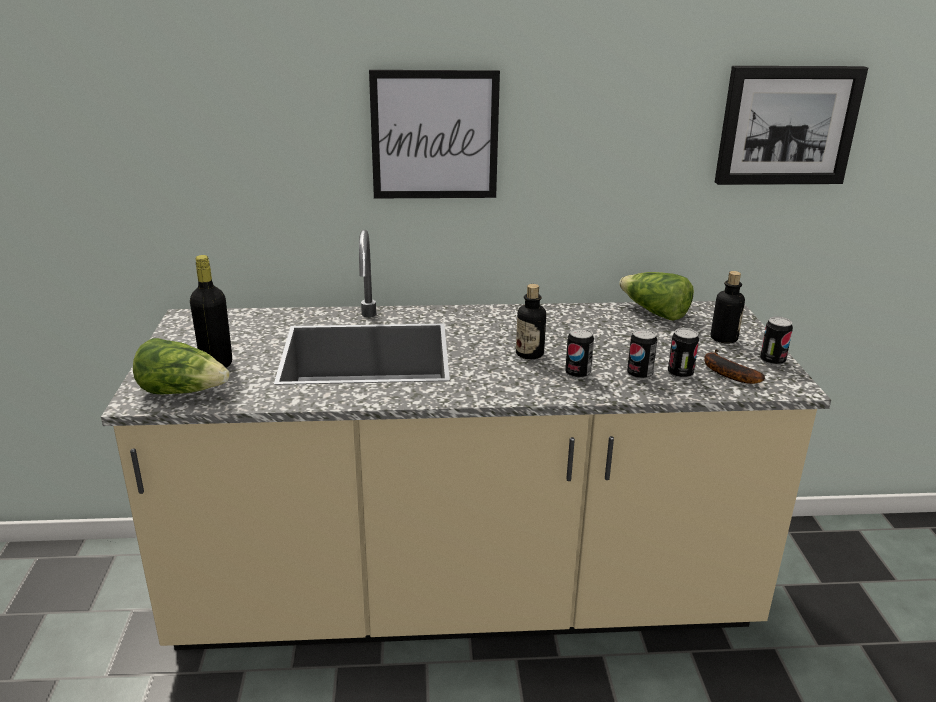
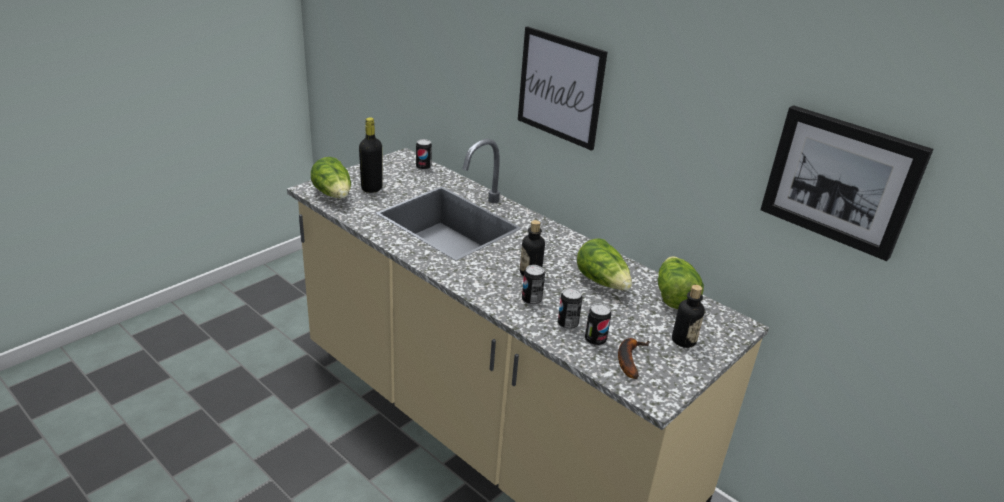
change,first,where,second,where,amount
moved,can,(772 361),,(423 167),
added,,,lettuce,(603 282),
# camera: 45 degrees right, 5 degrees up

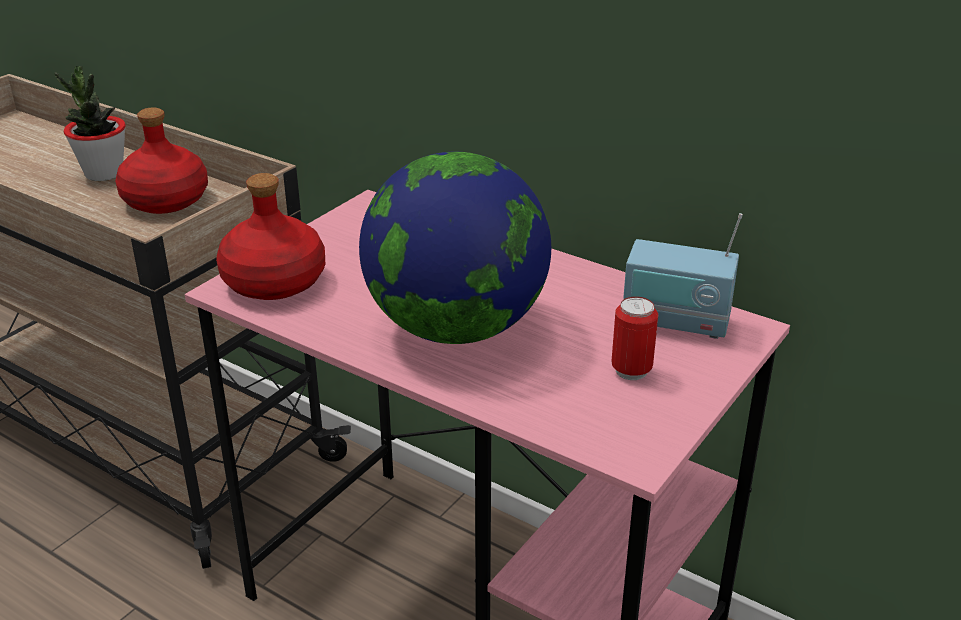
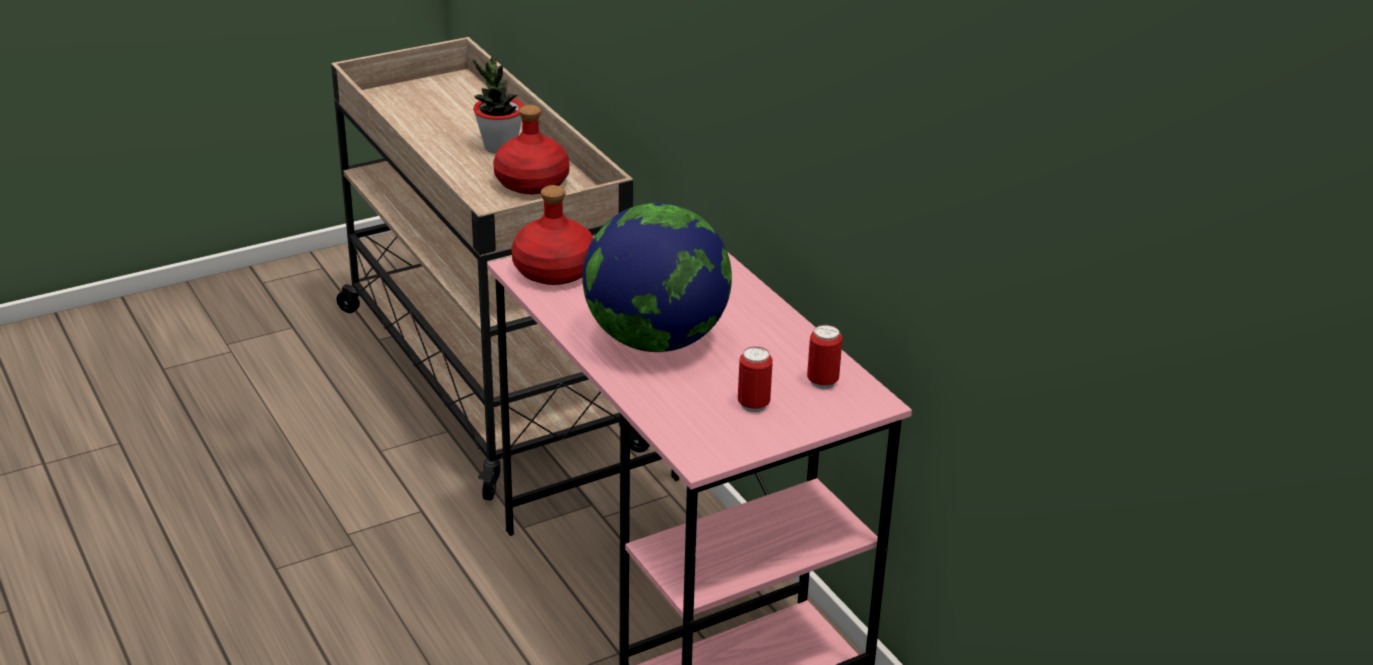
change,first,where,second,where,amount
replaced,radio,(675 322),can,(822 382),
# camera: 25 degrees right, 0 degrees up

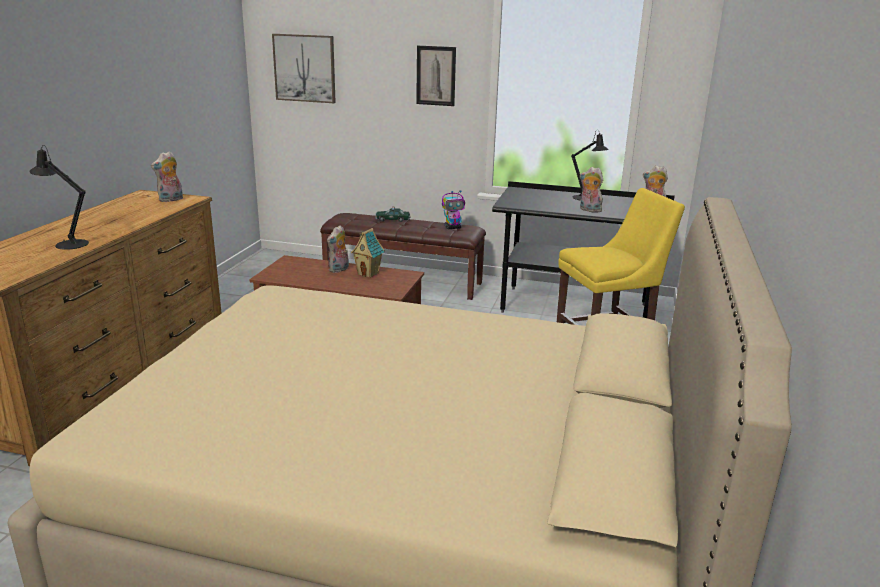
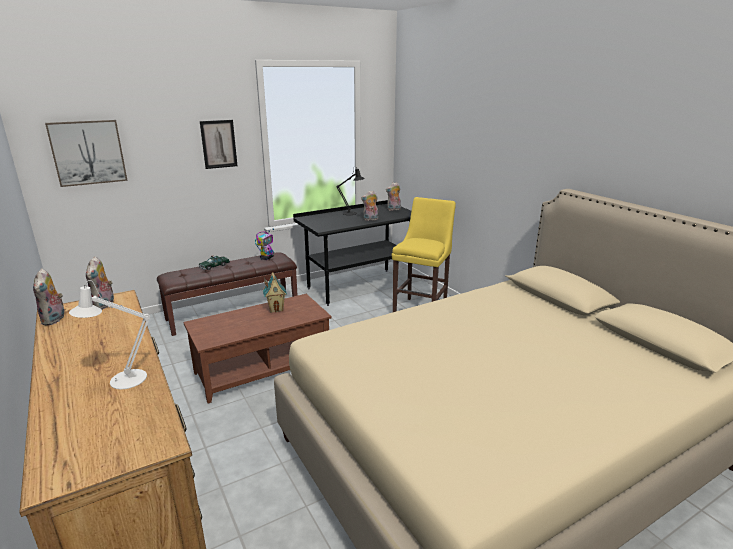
change,first,where,second,where,amount
moved,plush toy,(339 270),,(54 319),
recoloured,table lamp (black),(68 244),table lamp (white),(122 380),
# camera: 45 degrees left, 0 degrees up

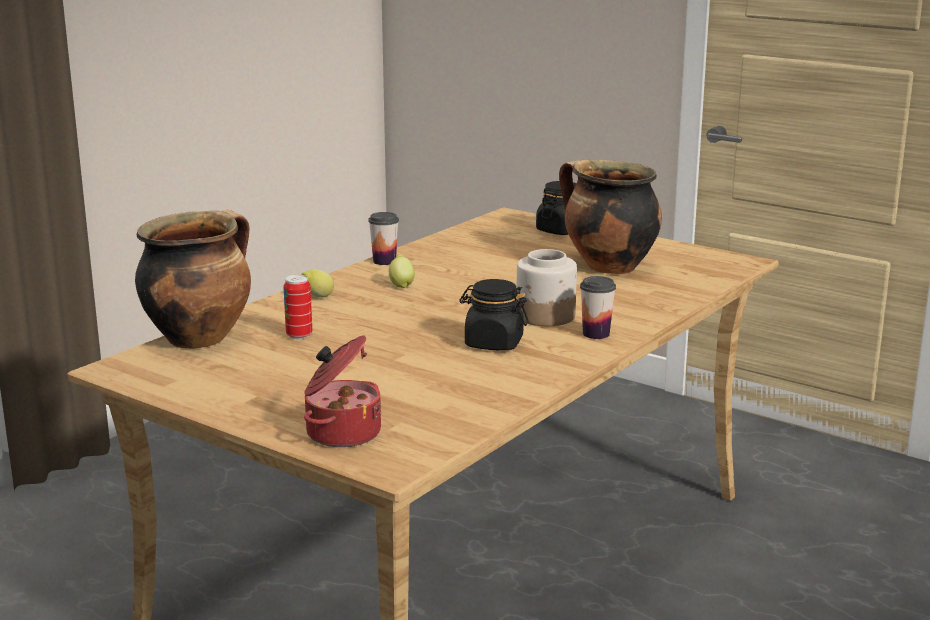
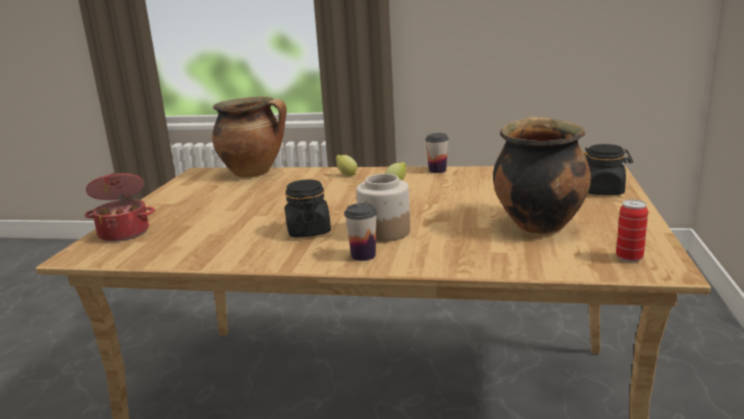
change,first,where,second,where,amount
moved,can,(299 335),,(629 258),
# camera: 65 degrees right, 0 degrees up

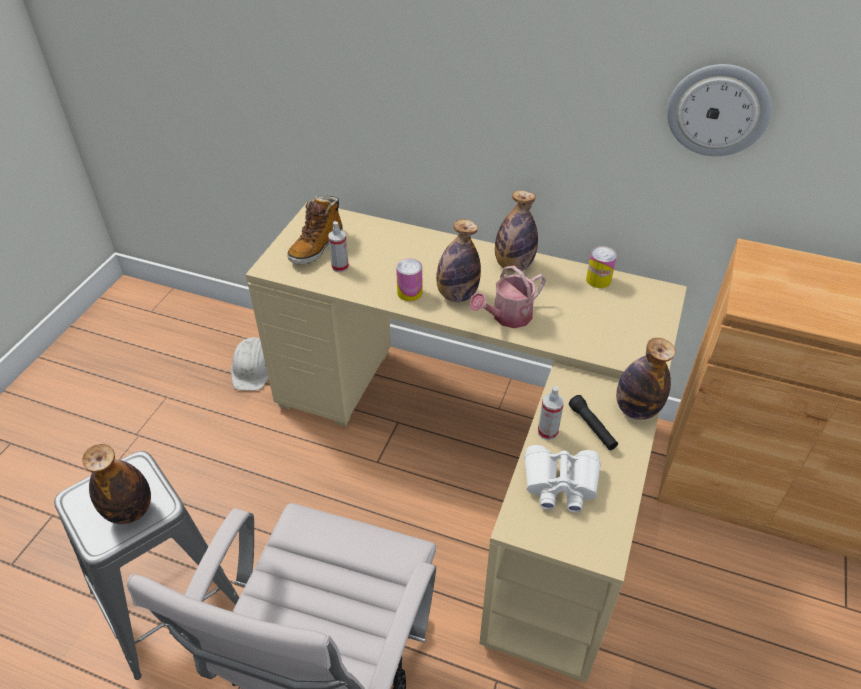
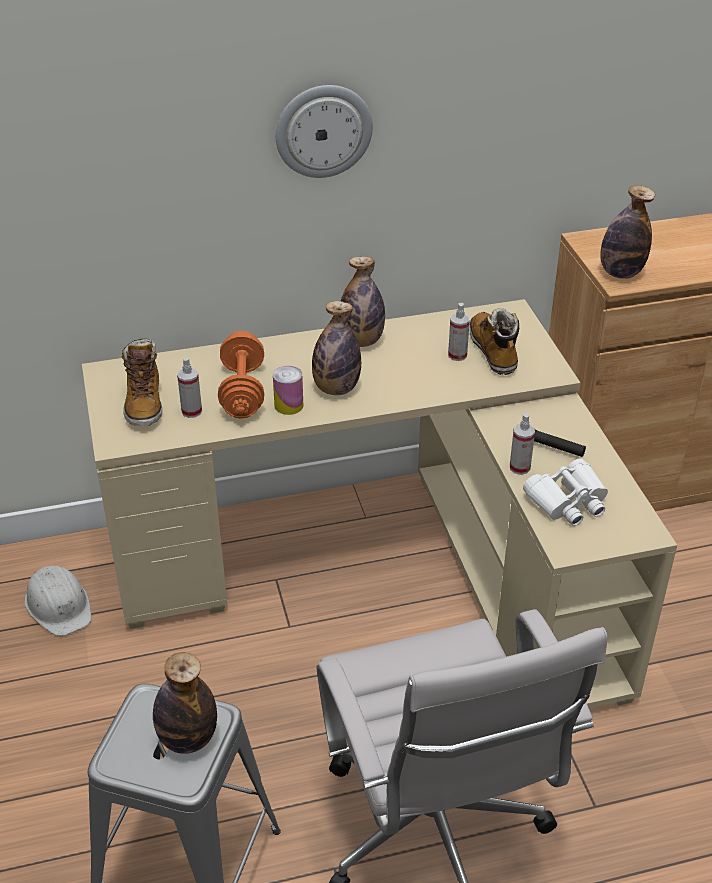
change,first,where,second,where,amount
added,,,dumbbell (orange),(242 391),
moved,wall clock,(718 110),,(323 130),
added,,,spray bottle,(457 355),
added,,,boot,(493 351),
moved,bottle,(636 409),,(620 273),
removed,watering can,(507 317),,,
removed,can,(598 280),,,
# camera: 35 degrees left, 5 degrees down

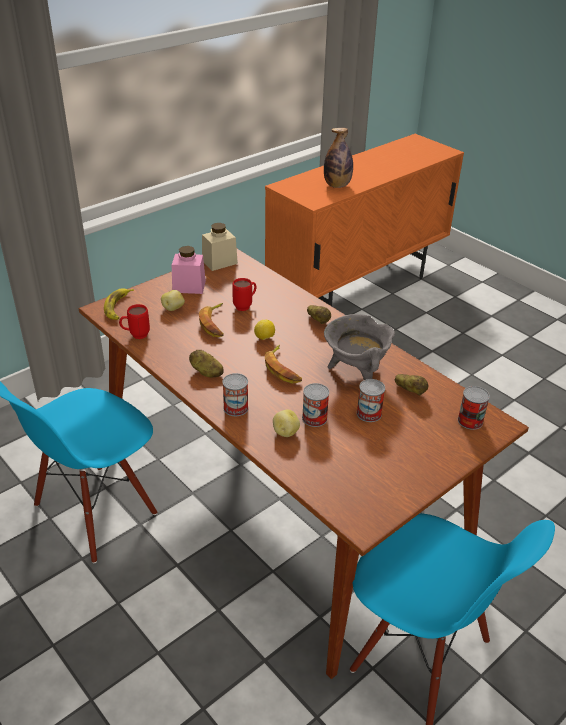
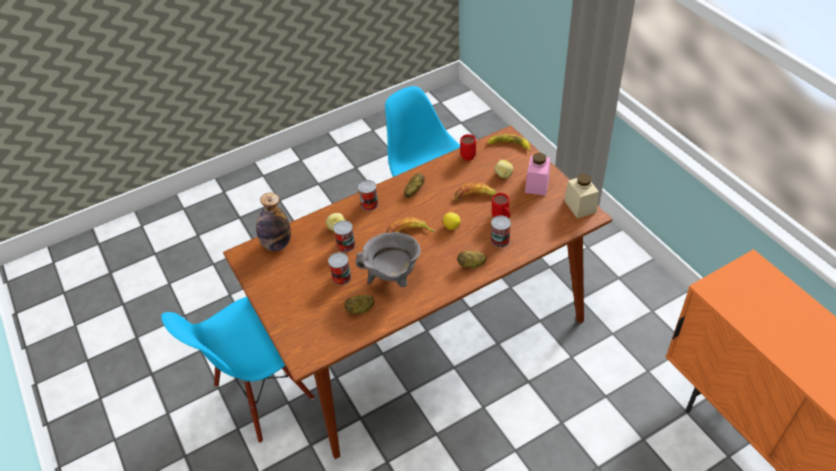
change,first,where,second,where,amount
moved,bottle,(337 185),,(277 244),
moved,can,(470 421),,(500 240),
# camera: 105 degrees right, 10 degrees up

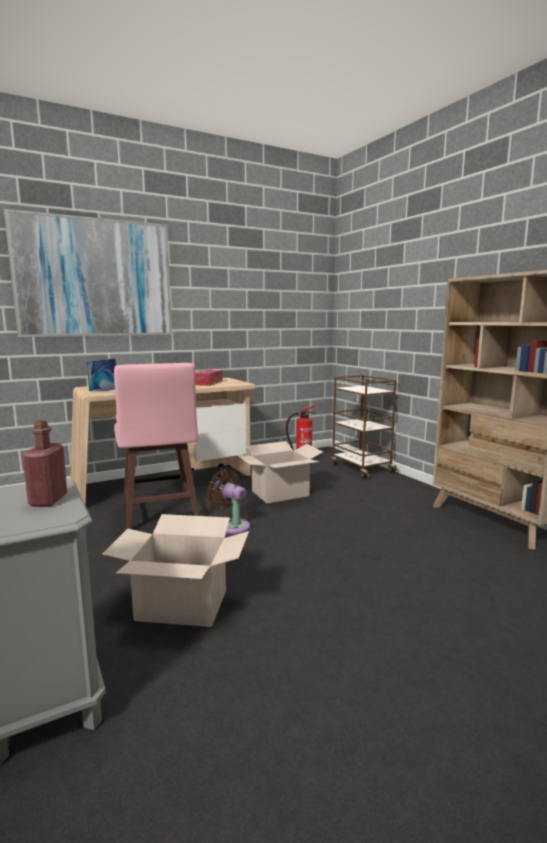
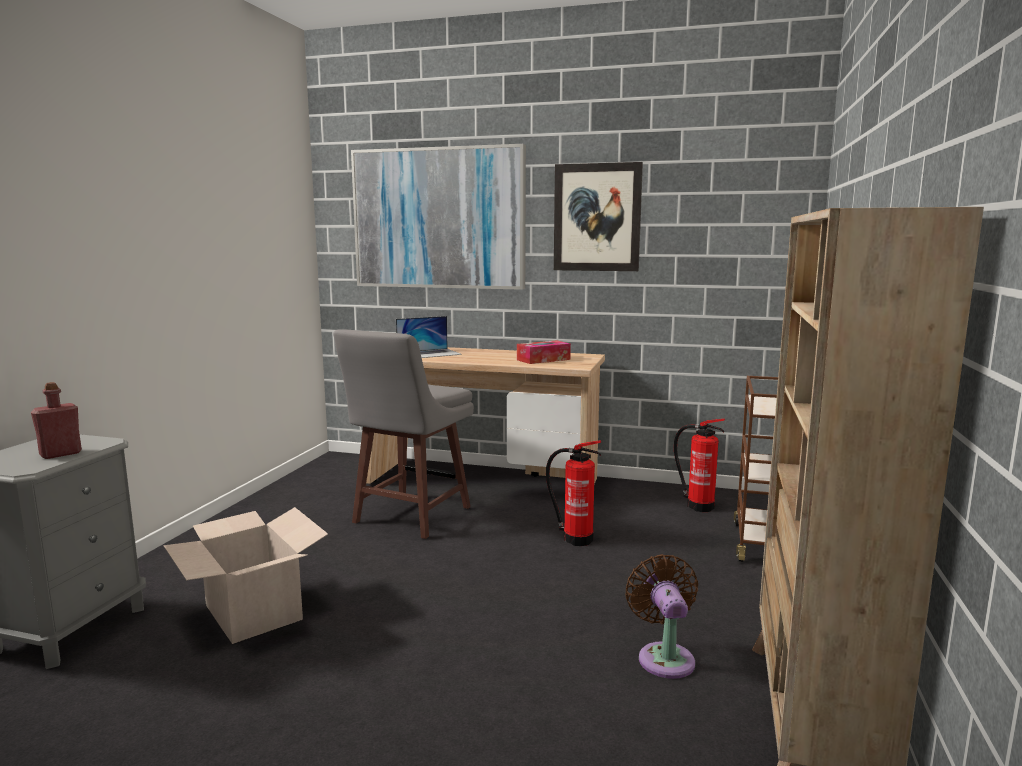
change,first,where,second,where,amount
recoloured,stool (pink),(159 515),stool (grey),(409 516),
replaced,cardboard box,(280 493),fire extinguisher,(575 538),
added,,,picture,(597 217),
moved,fan (brown),(231 526),,(664 657),
# camera: 45 degrees right, 0 degrees up

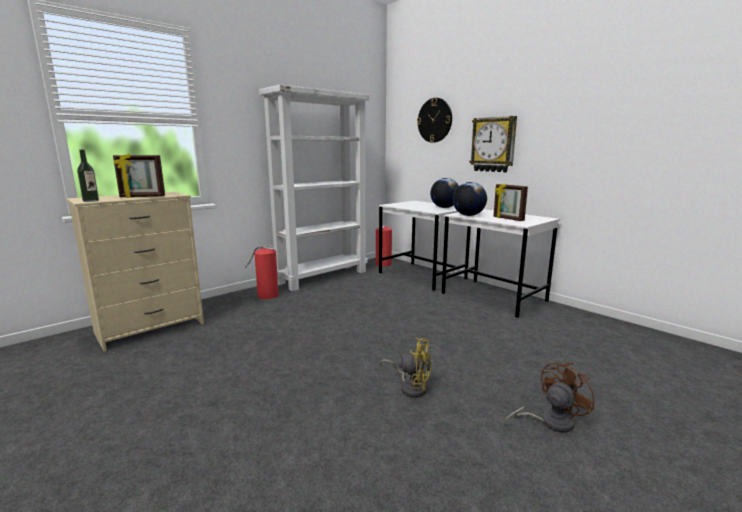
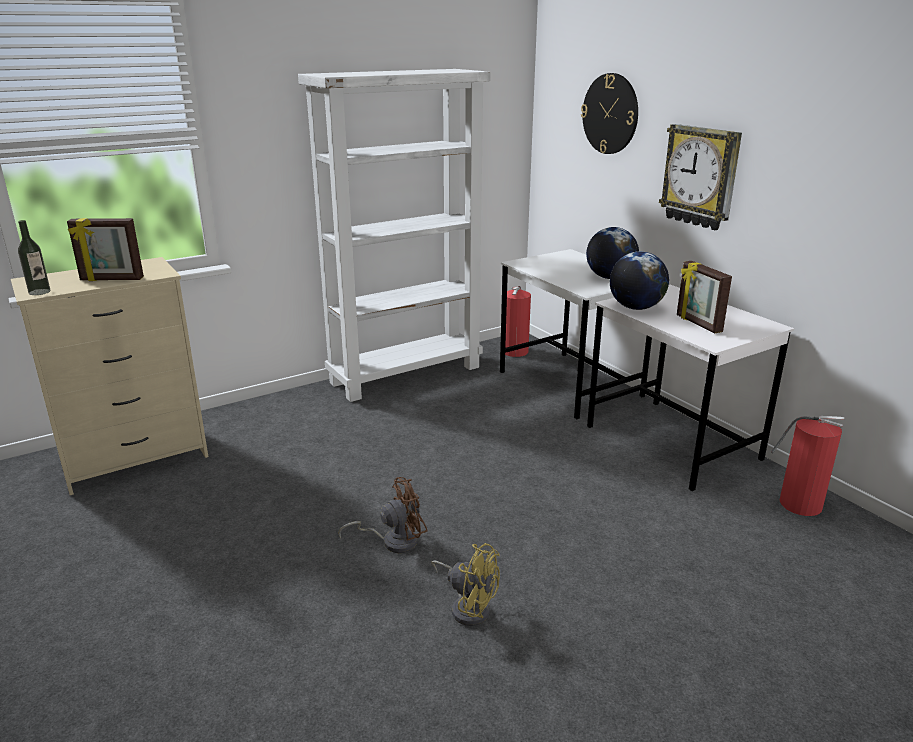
change,first,where,second,where,amount
moved,fan (brown),(549 422),,(393 541),
moved,fire extinguisher,(267 295),,(798 503),
# camera: 10 degrees right, 10 degrees up

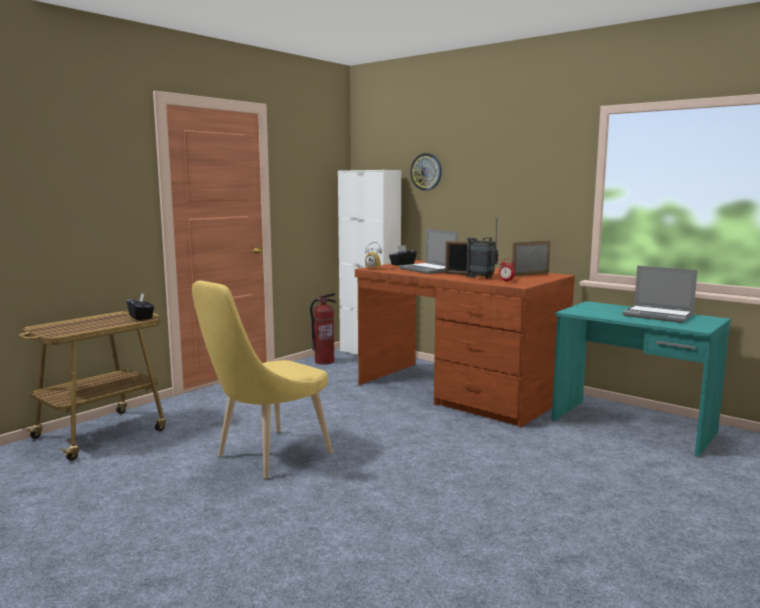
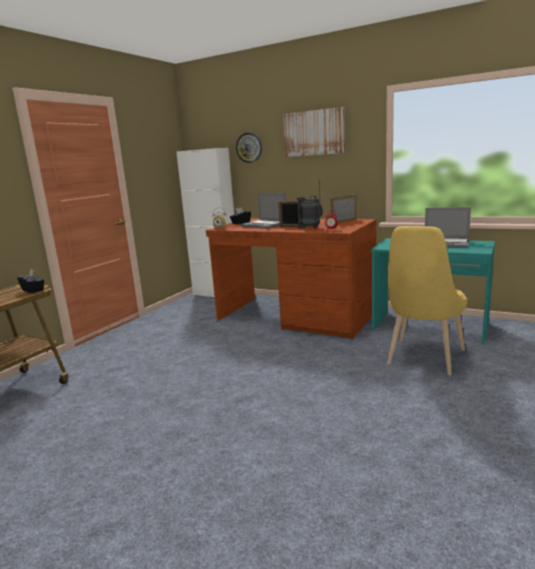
change,first,where,second,where,amount
added,,,picture,(314 133),
moved,chair (yellow),(267 456),,(423 359),
removed,fire extinguisher,(324 361),,,
# camera: 10 degrees left, 5 degrees up

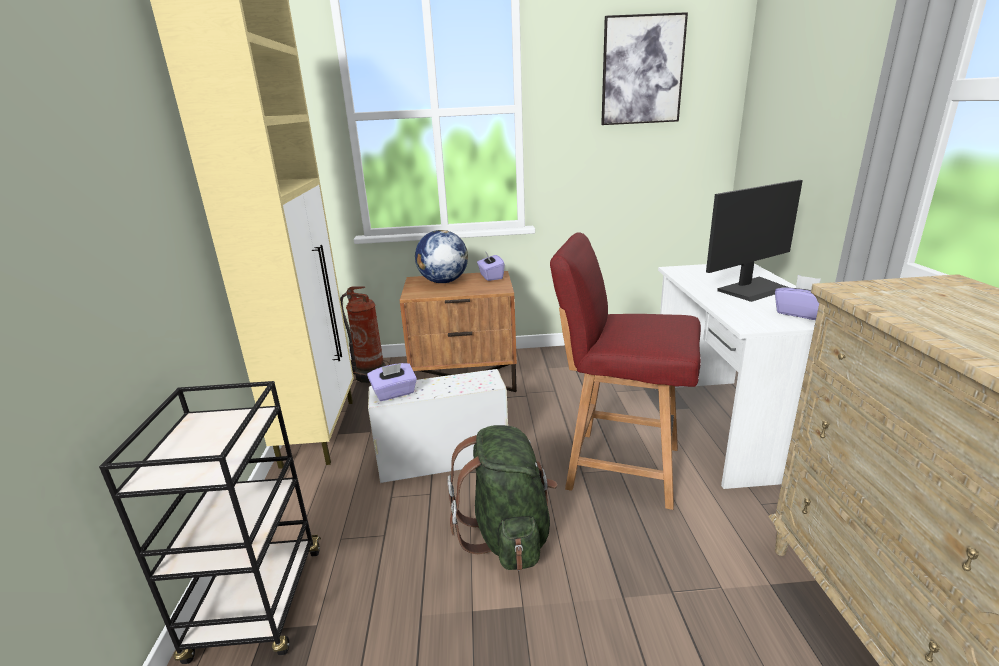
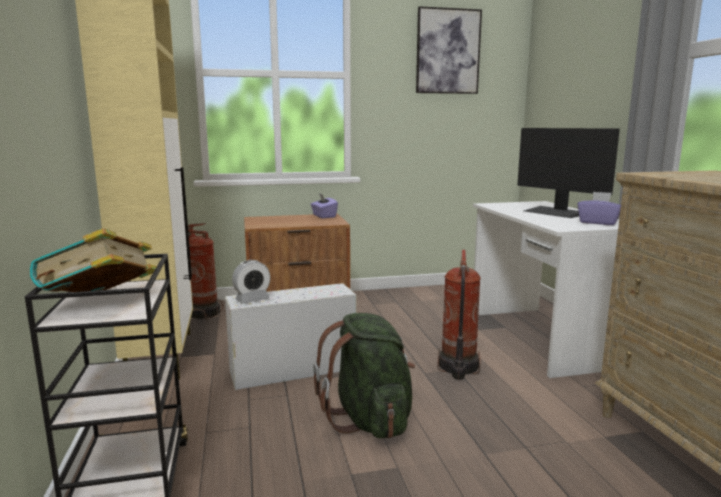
change,first,where,second,where,amount
added,,,book,(102 305),
replaced,tissue box (purple),(394 393),alarm clock,(252 299),
replaced,chair (red),(620 466),fire extinguisher,(457 368),
turned,monitor,(753 289),,(556 212),90 degrees clockwise
removed,globe,(443 282),,,
# camera: 10 degrees left, 10 degrees down

